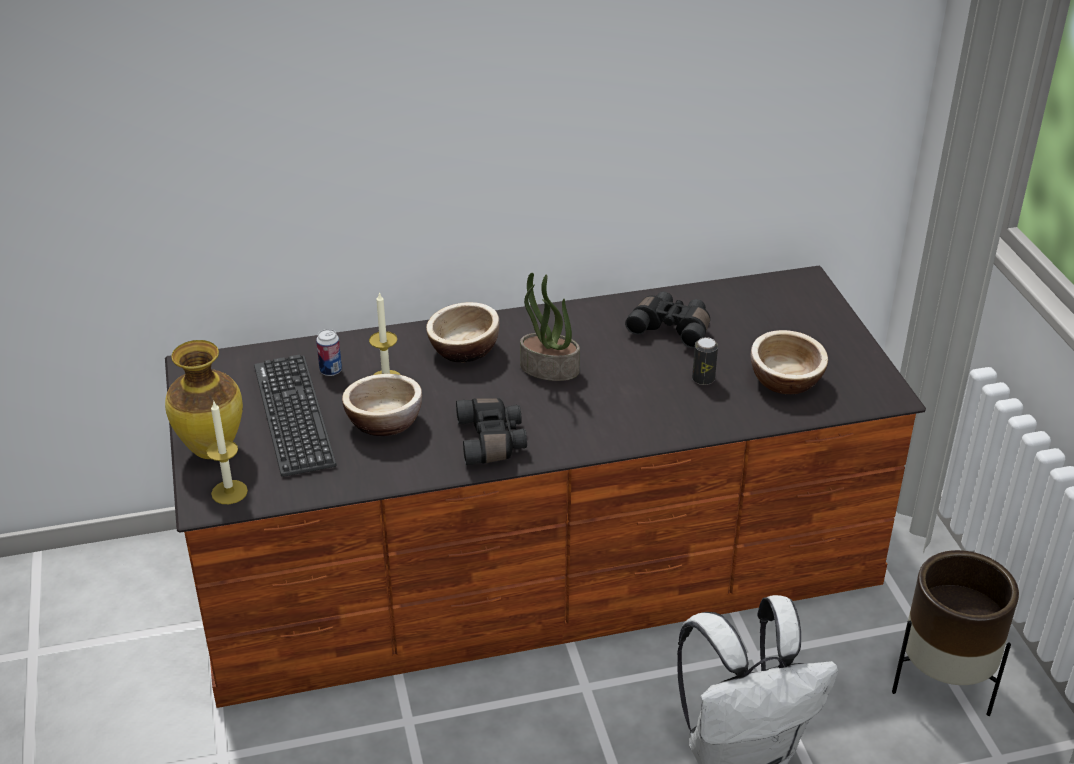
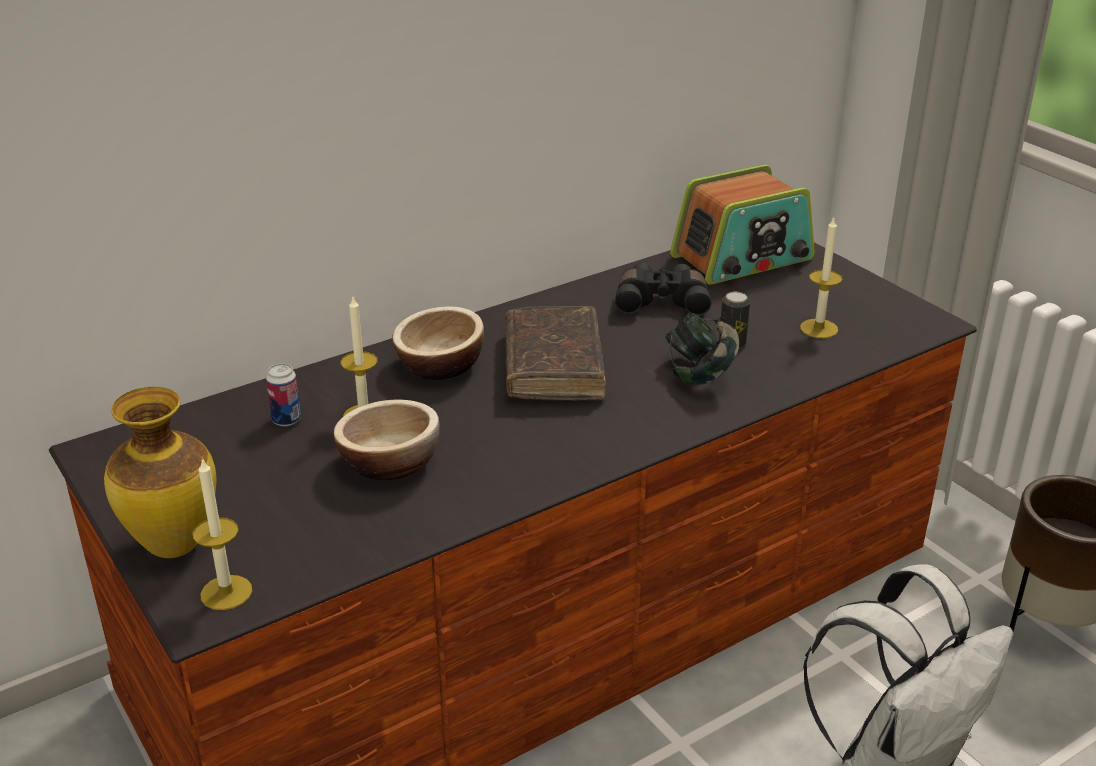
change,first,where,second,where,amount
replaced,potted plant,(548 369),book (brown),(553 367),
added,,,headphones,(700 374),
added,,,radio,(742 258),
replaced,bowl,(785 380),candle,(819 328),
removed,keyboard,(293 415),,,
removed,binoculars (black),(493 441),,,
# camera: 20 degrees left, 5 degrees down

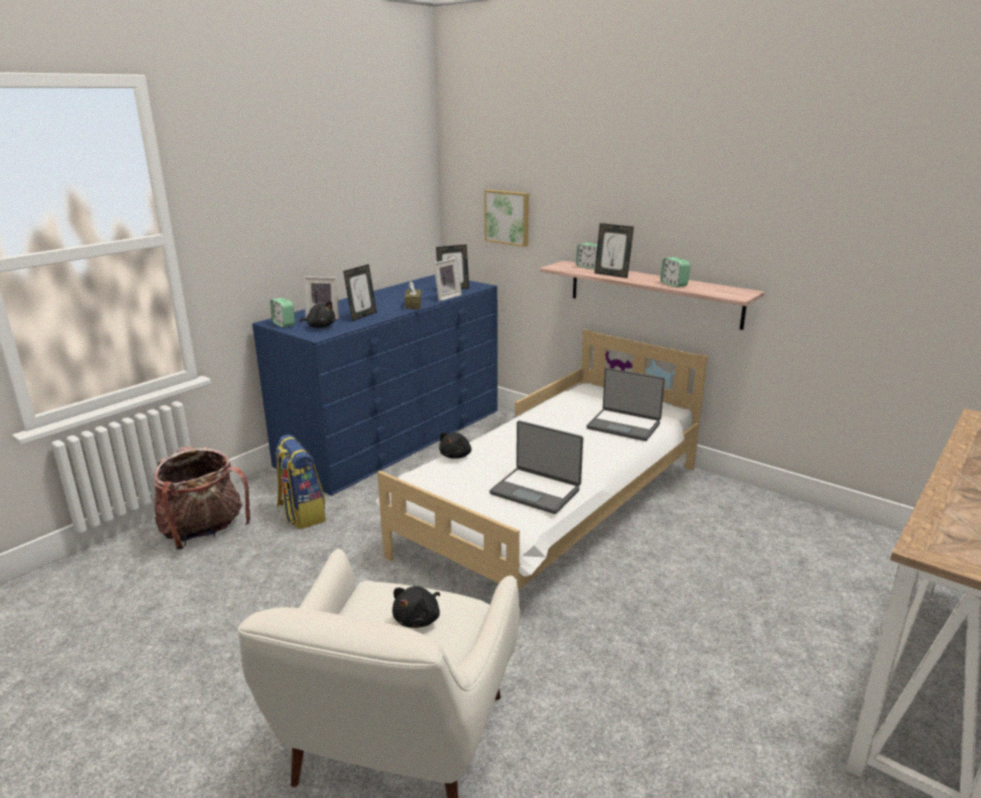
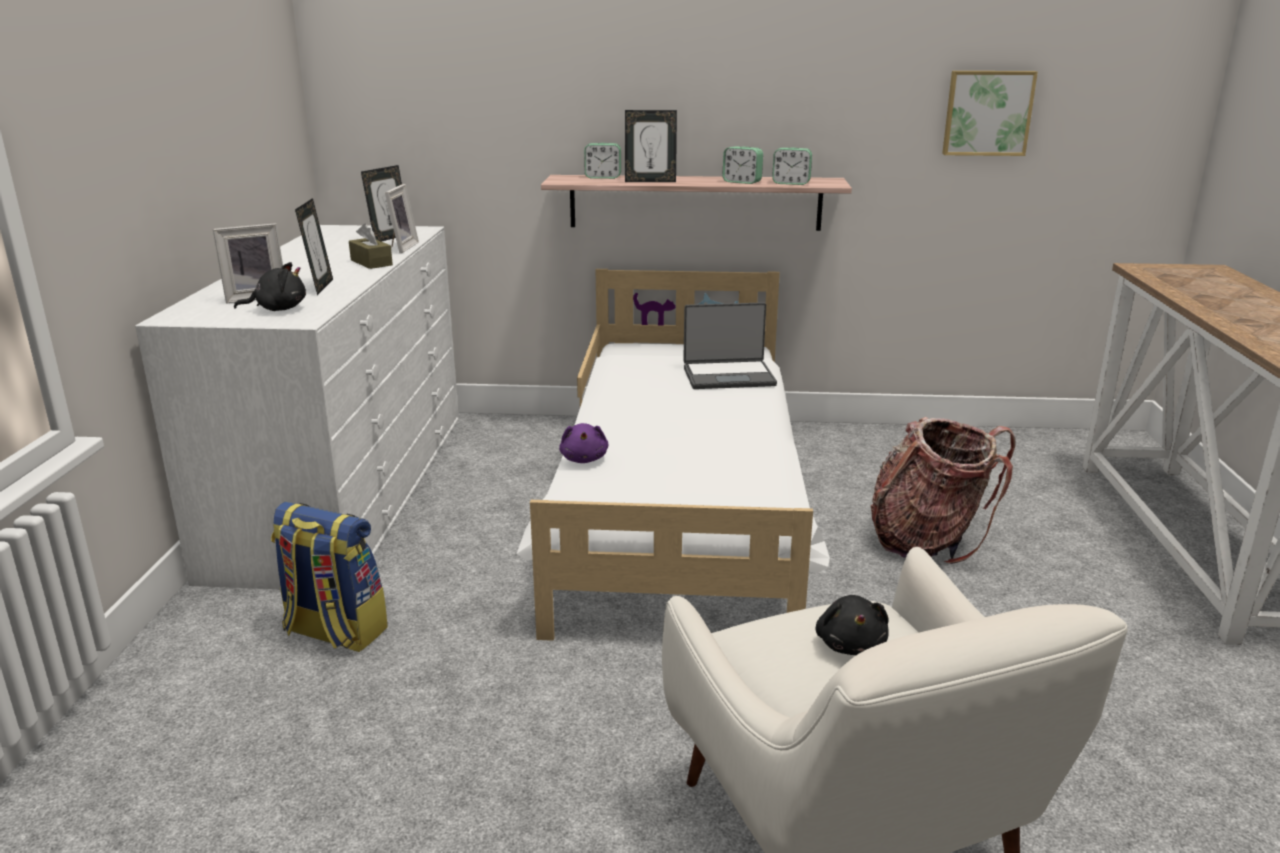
change,first,where,second,where,amount
recoloured,dresser (blue),(394 436),dresser (white),(347 488),
recoloured,plush toy (black),(456 455),plush toy (purple),(584 459),
moved,alarm clock,(284 324),,(791 183),
moved,backpack,(204 532),,(928 540),
moved,picture,(508 217),,(987 113),
removed,laptop,(536 491),,,
# camera: 35 degrees left, 0 degrees up

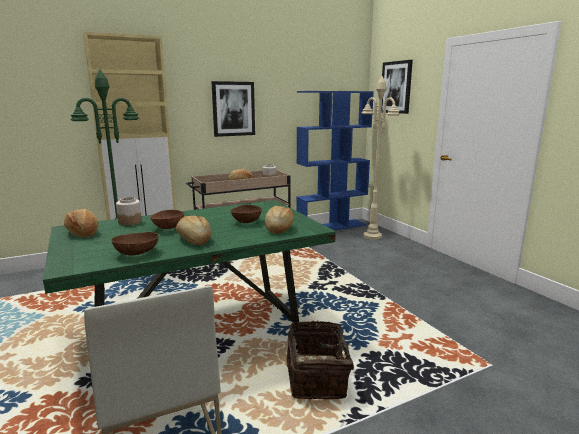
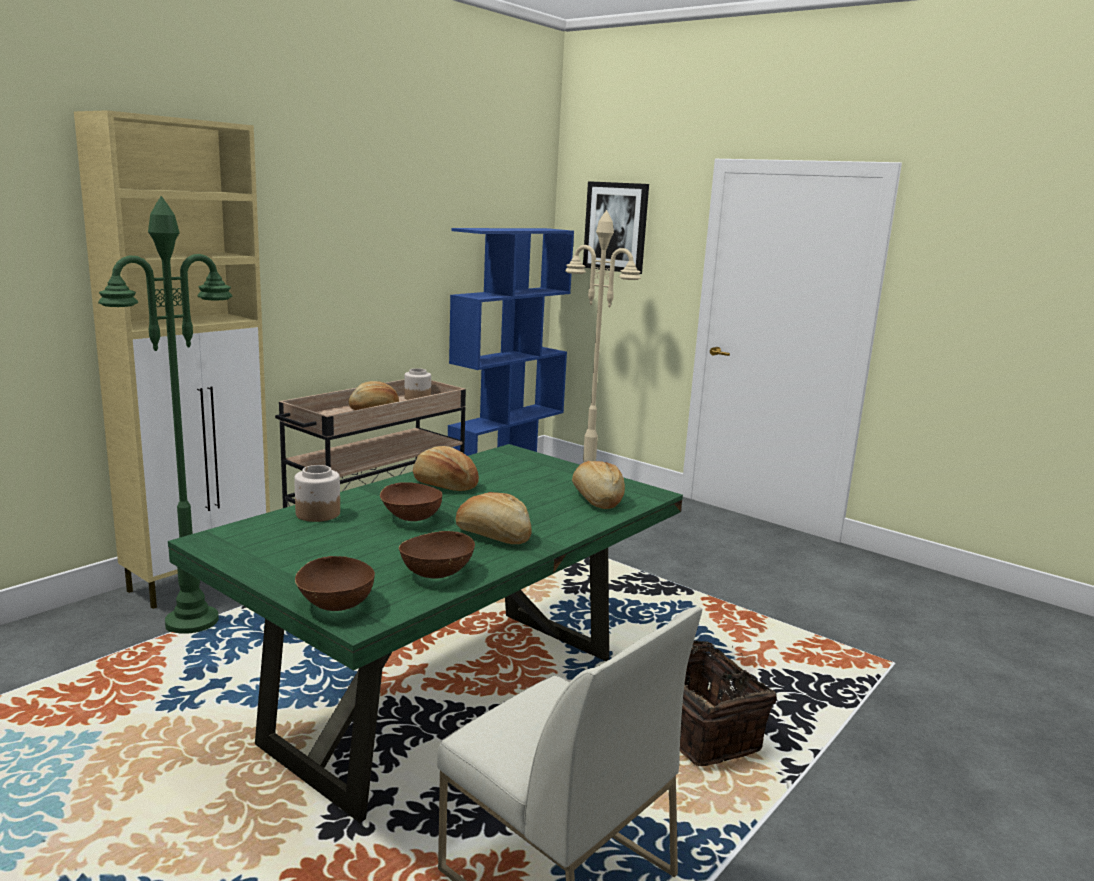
change,first,where,second,where,amount
moved,bowl (brown),(246 222),,(335 604),
moved,bread,(83 232),,(444 484),
removed,picture,(233 109),,,
# camera: 25 degrees left, 0 degrees up

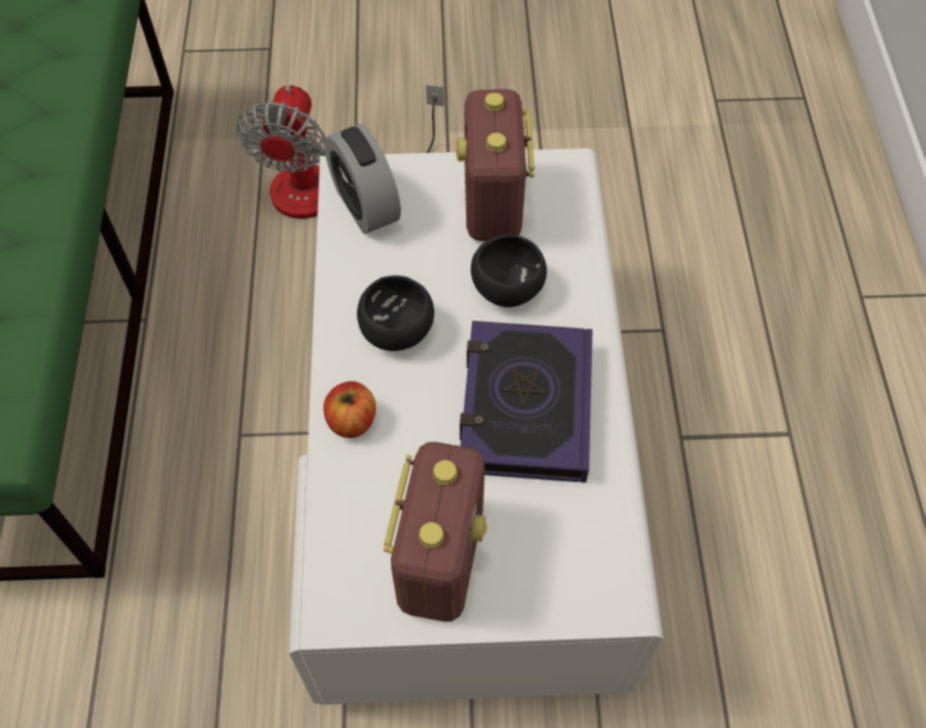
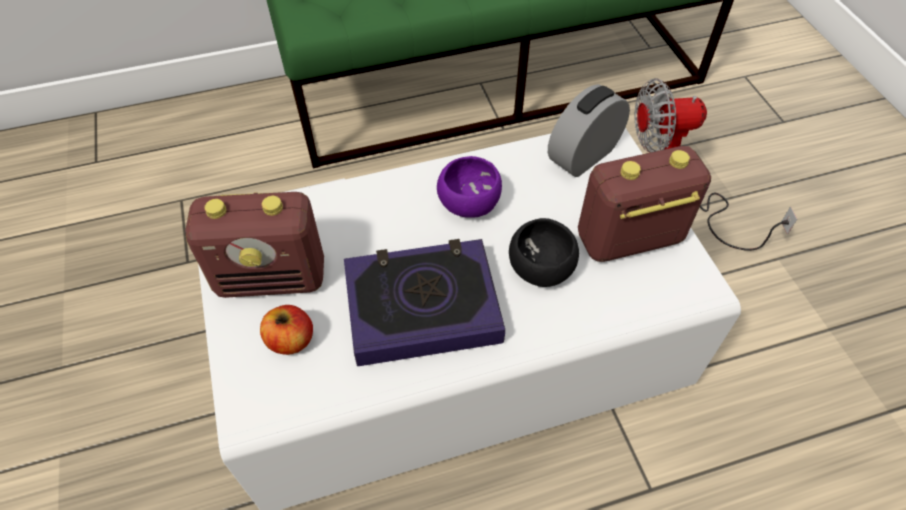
change,first,where,second,where,amount
moved,apple,(351 421),,(291 340),
recoloured,bowl (black),(399 330),bowl (purple),(470 205),
# camera: 75 degrees right, 5 degrees down

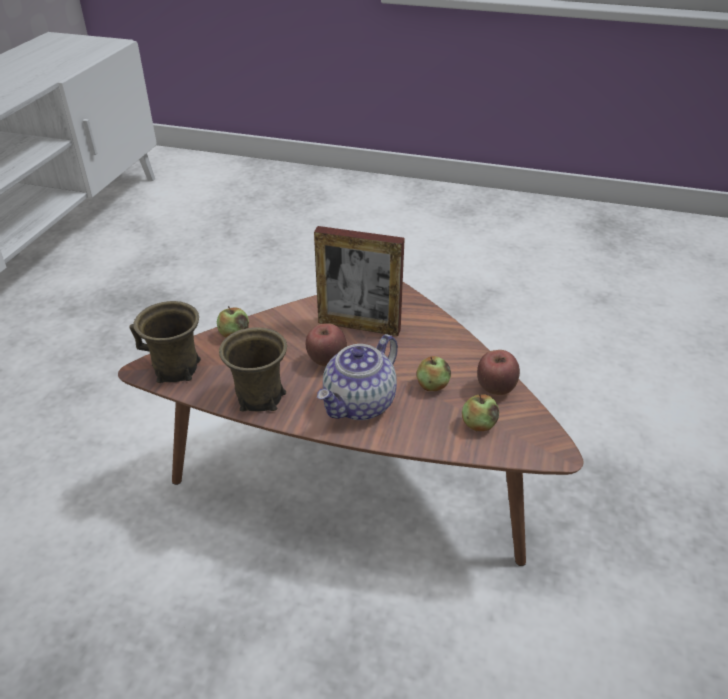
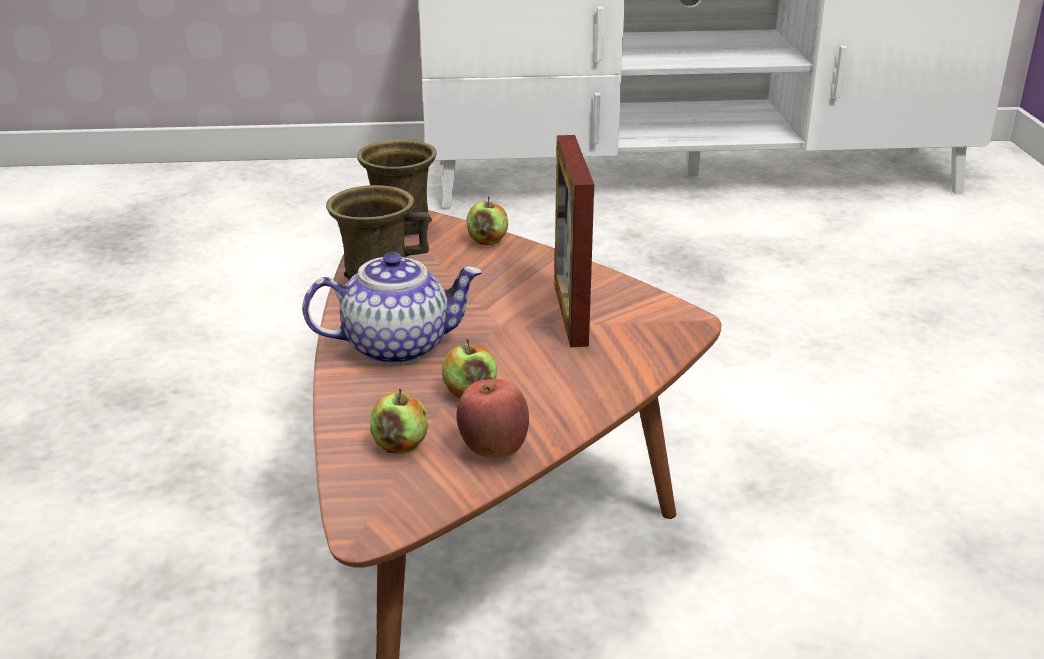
change,first,where,second,where,amount
turned,teapot,(360 404),,(397 346),150 degrees clockwise
removed,apple,(327 361),,,
# camera: 70 degrees right, 10 degrees down

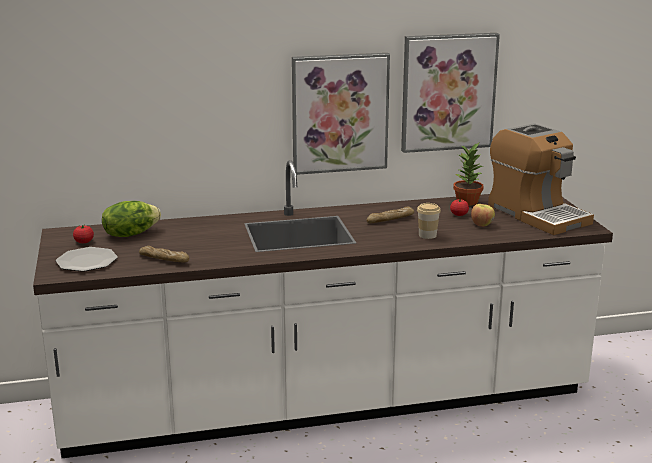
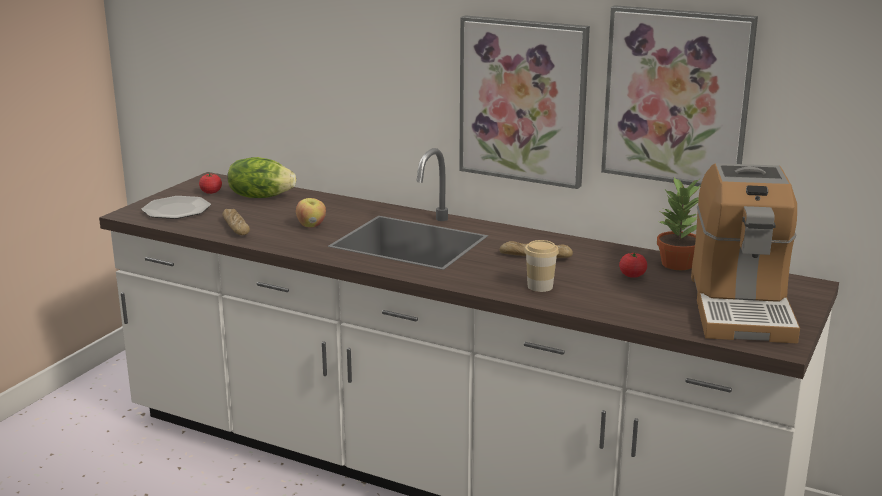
change,first,where,second,where,amount
moved,apple,(482 224),,(311 225),
# camera: 40 degrees right, 0 degrees up

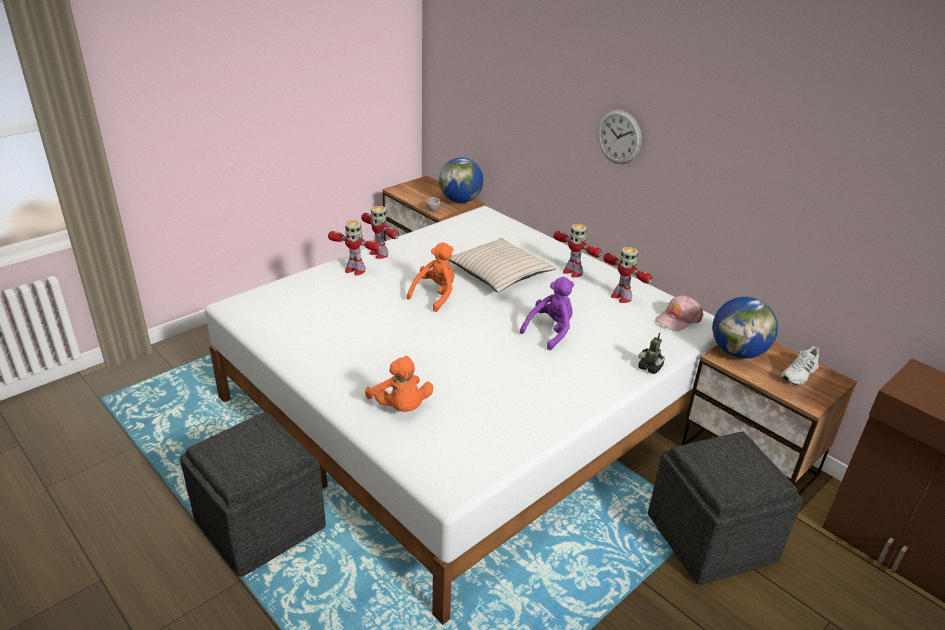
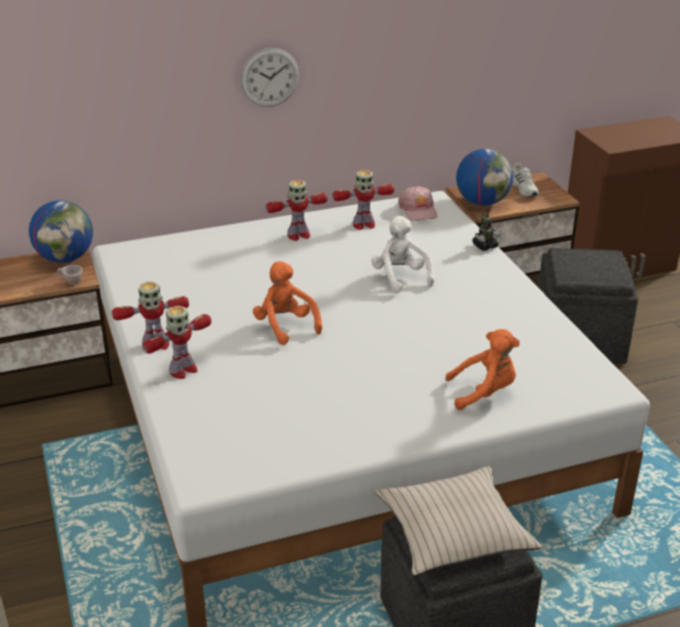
change,first,where,second,where,amount
recoloured,plush toy (purple),(550 332),plush toy (white),(400 277),
moved,pillow (beige),(499 273),,(453 532),
# camera: 65 degrees left, 0 degrees up

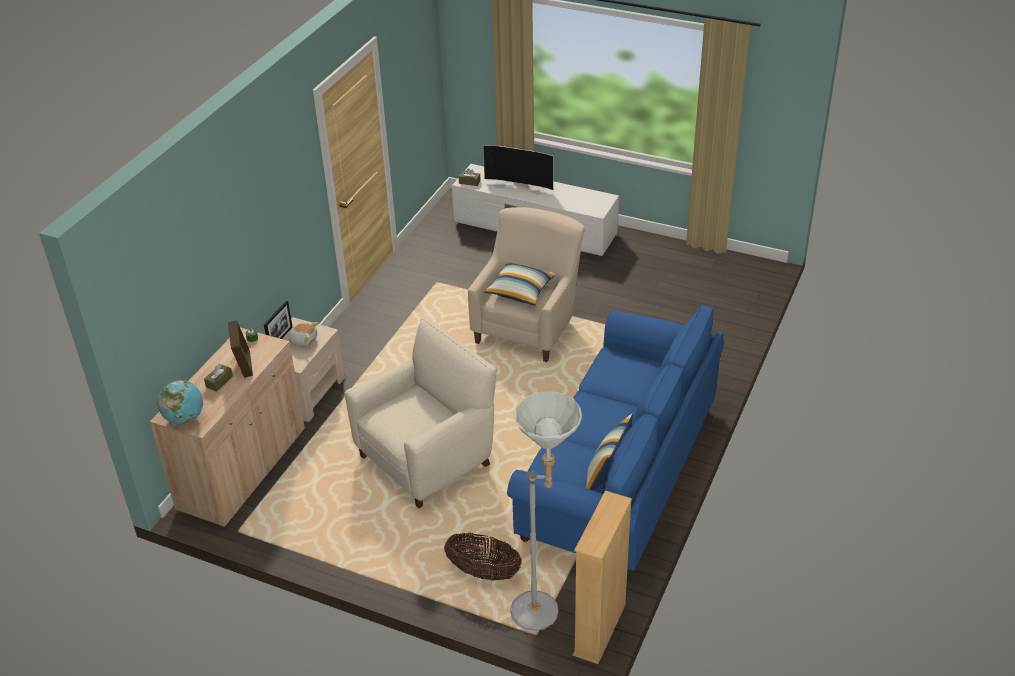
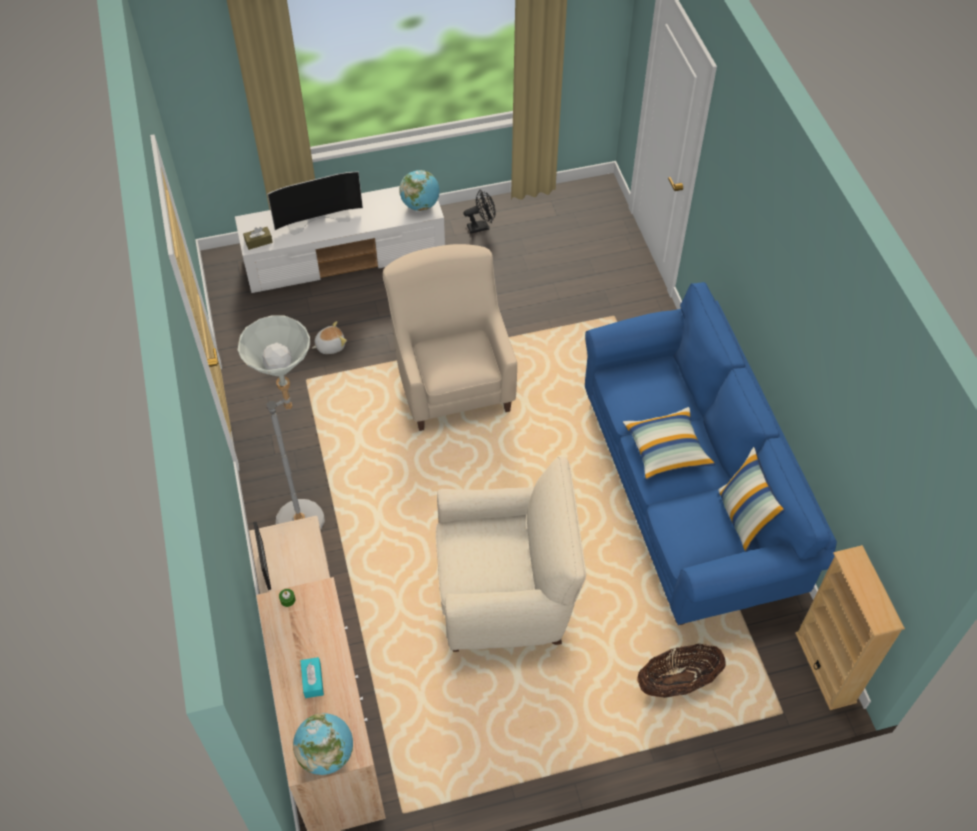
change,first,where,second,where,amount
moved,floor lamp (grey),(545 612),,(309 515),
recoloured,tissue box (brown),(219 382),tissue box (turquoise),(313 680),
moved,plush toy,(303 340),,(330 345),
added,,,globe,(420 205),
turned,armchair (beige),(427 459),,(506 595),75 degrees clockwise
added,,,fan (black),(481 226),
moved,pillow,(520 291),,(666 450),
removed,picture frame,(243 364),,,
# camera: 40 degrees left, 15 degrees up

